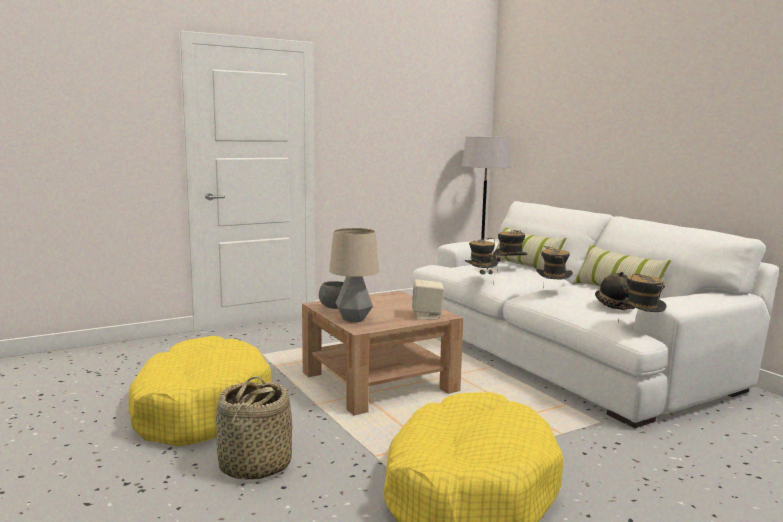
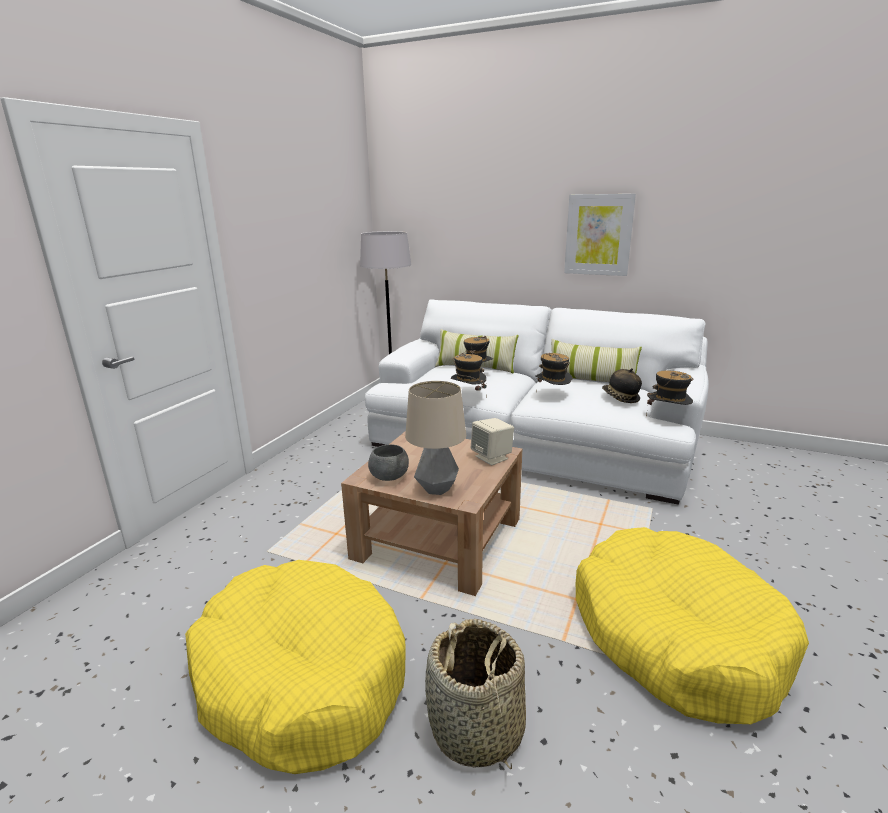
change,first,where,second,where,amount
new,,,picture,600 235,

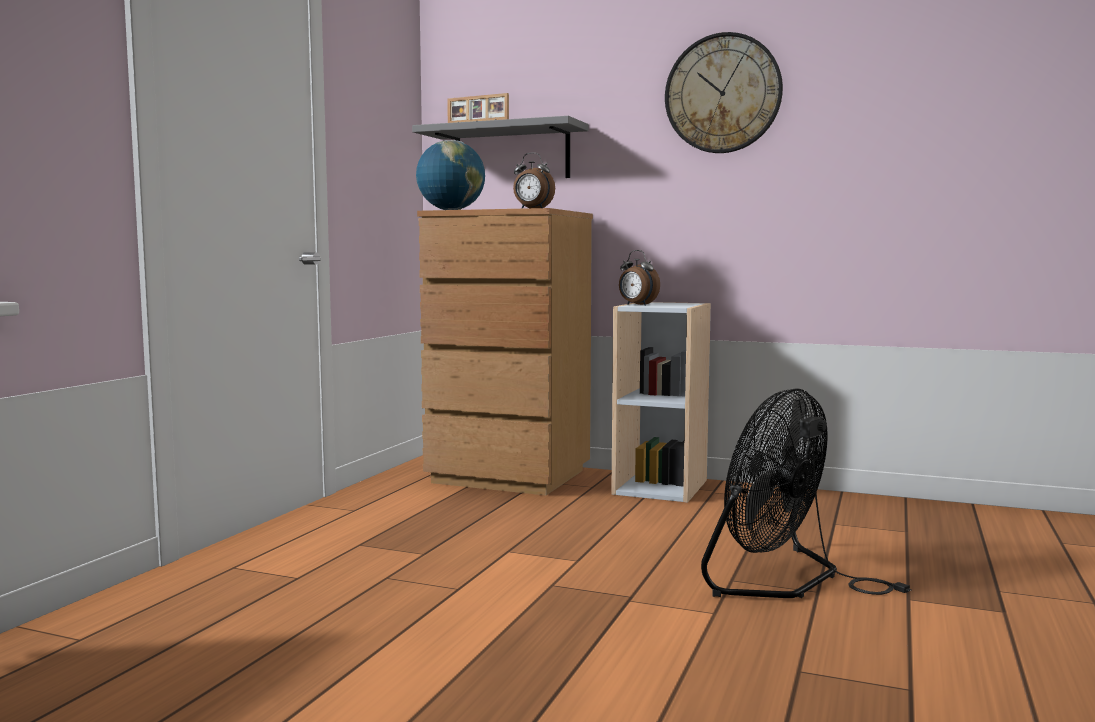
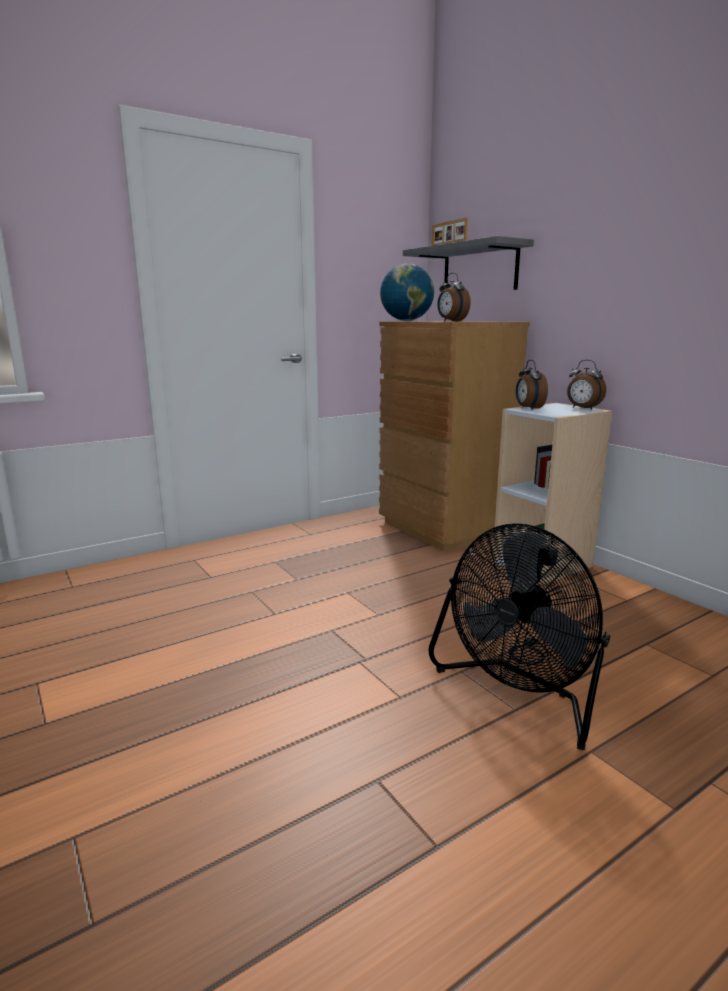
change,first,where,second,where,amount
gone,wall clock,724 92,,,
new,,,table clock,586 385,
rotated,blackish cooling fan,806 493,,519 636,120 degrees counterclockwise

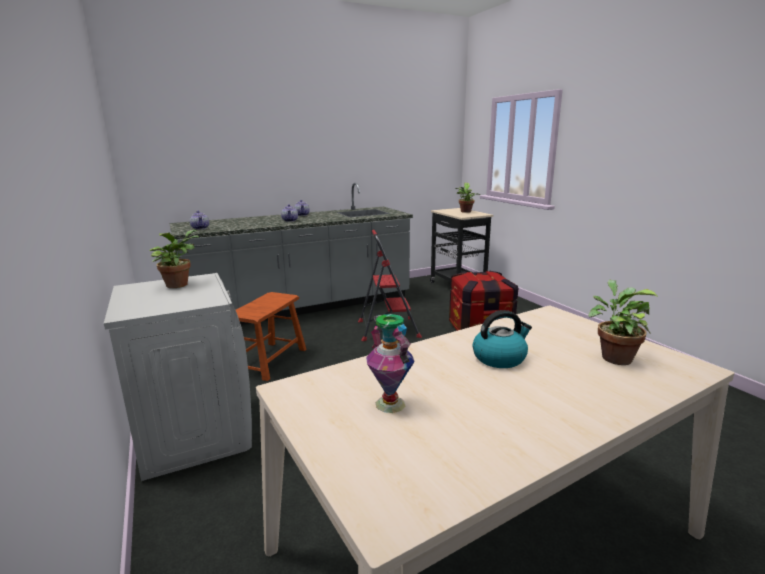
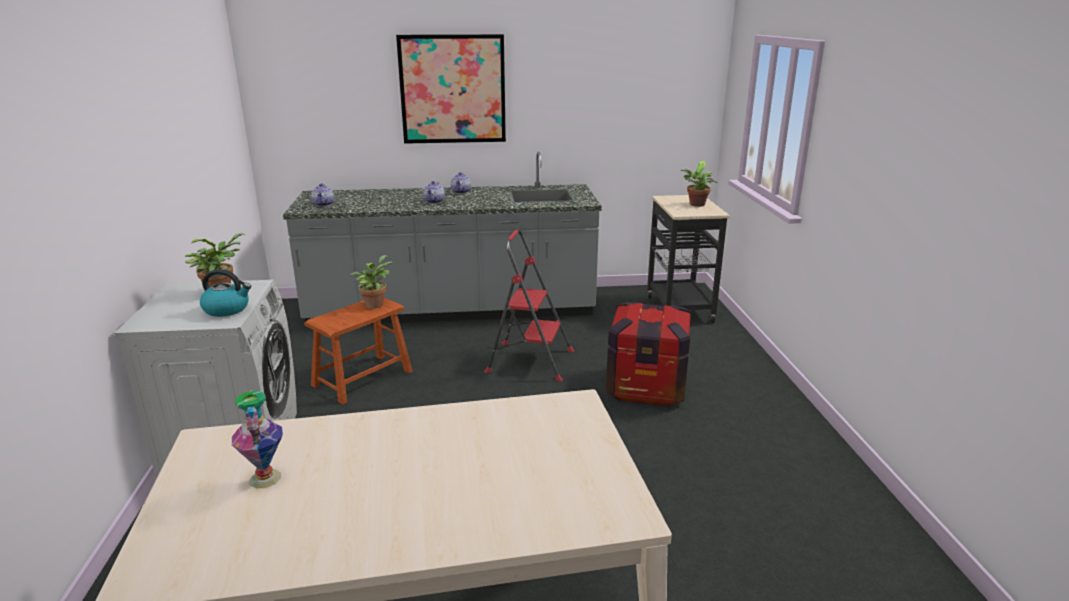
change,first,where,second,where,amount
new,,,picture,451 89,
shifted,water kettle,502 339,,225 293,
shifted,plant in a pot,623 322,,371 281,

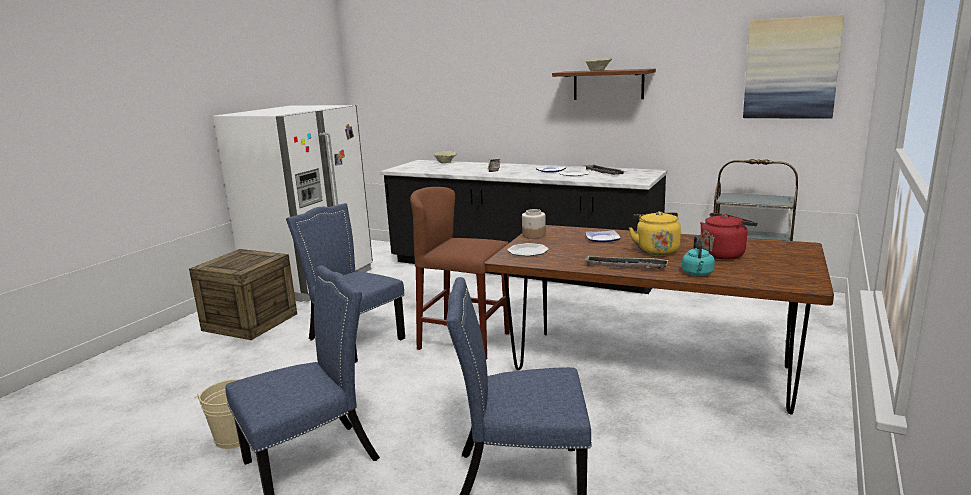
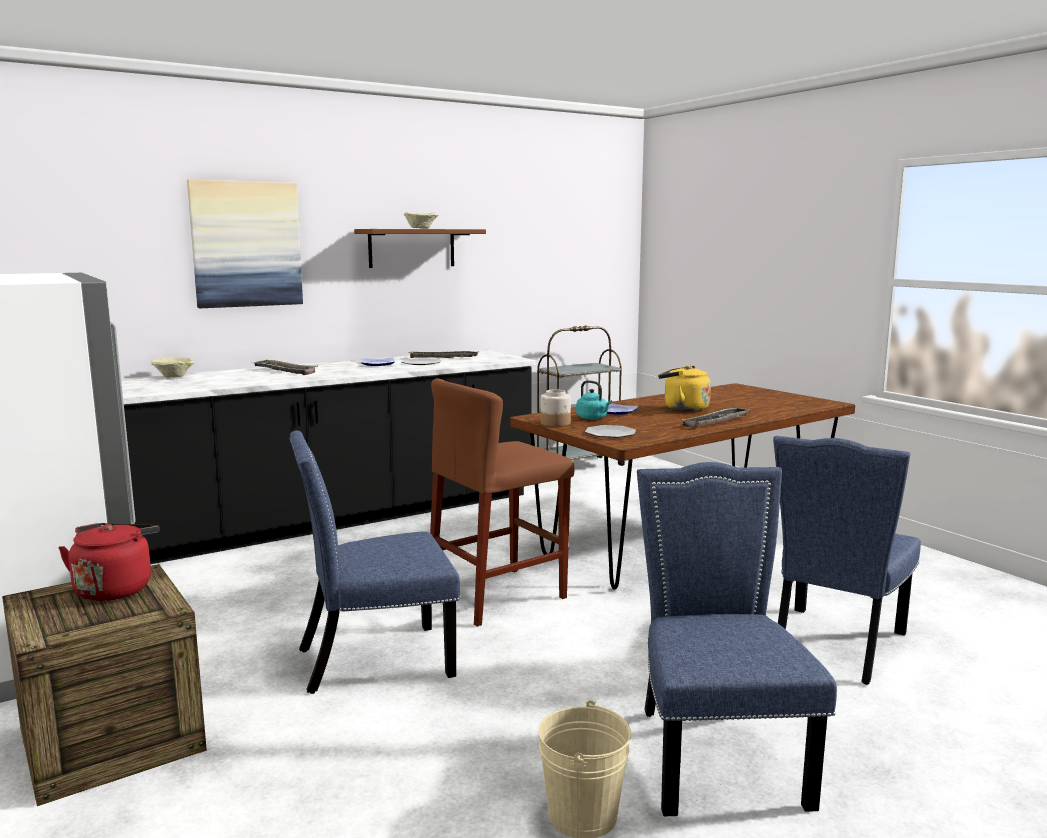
change,first,where,second,where,amount
shifted,turquoise-coloured water kettle,698 256,,594 400,
shifted,red-coloured water kettle,728 236,,108 562,
shifted,picture,793 67,,245 243,

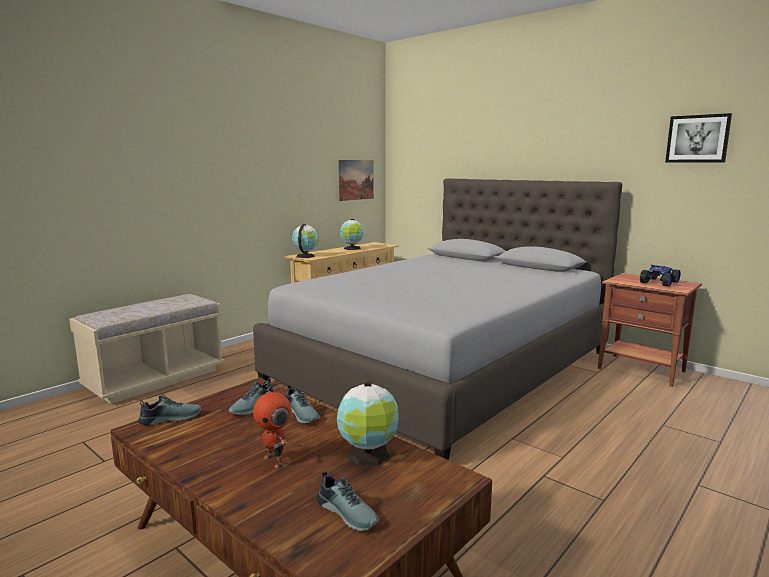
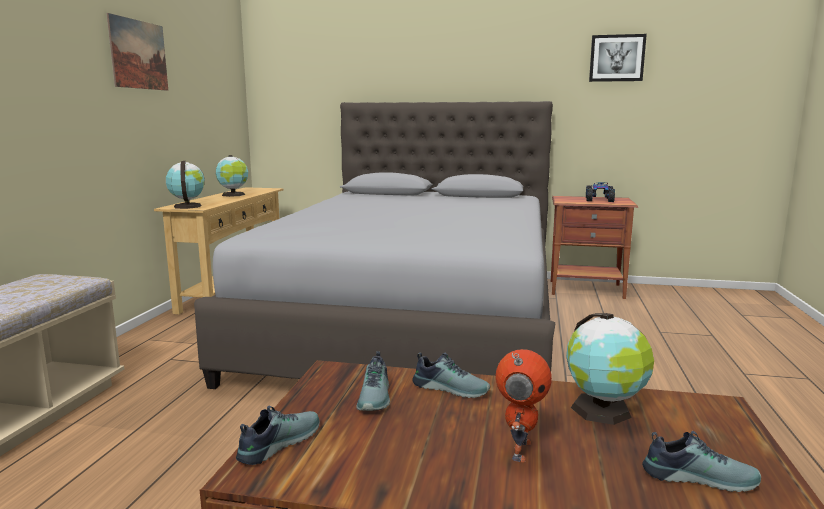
change,first,where,second,where,amount
shifted,picture,356 180,,137 52,
rotated,model robot,272 424,,524 405,90 degrees counterclockwise

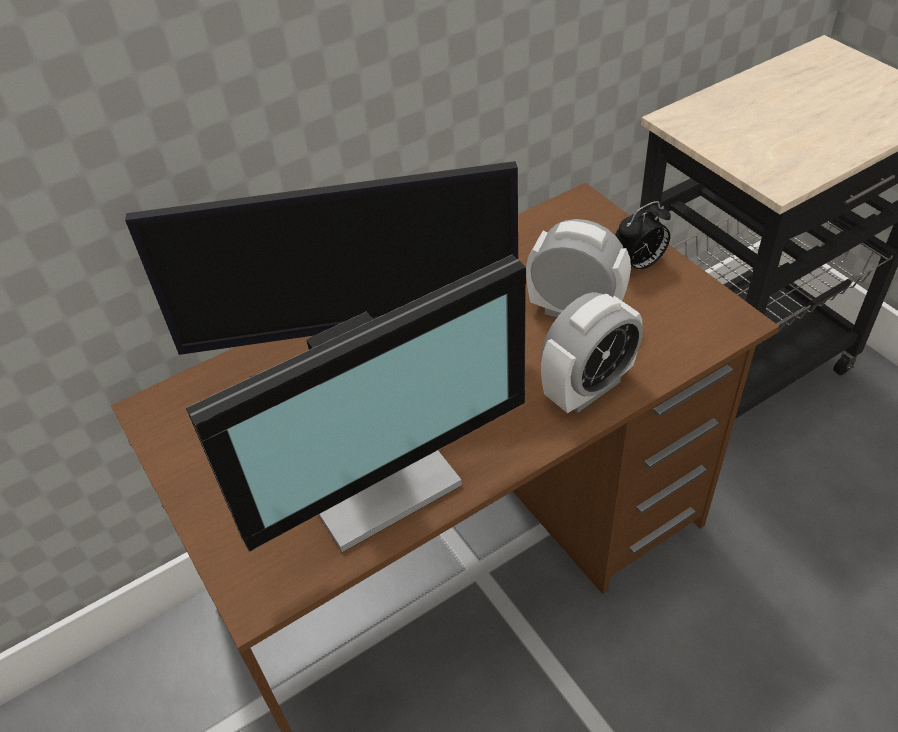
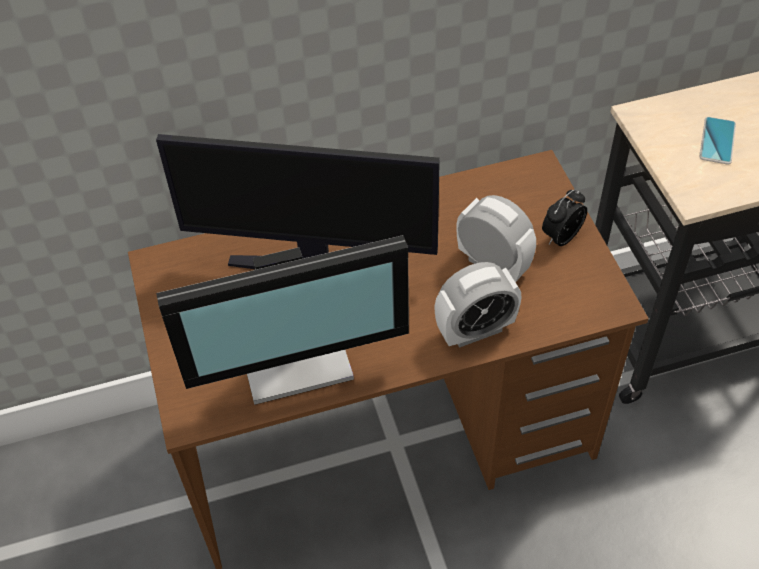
change,first,where,second,where,amount
new,,,telephone,717 140,
rotated,table clock,643 235,,564 217,150 degrees clockwise

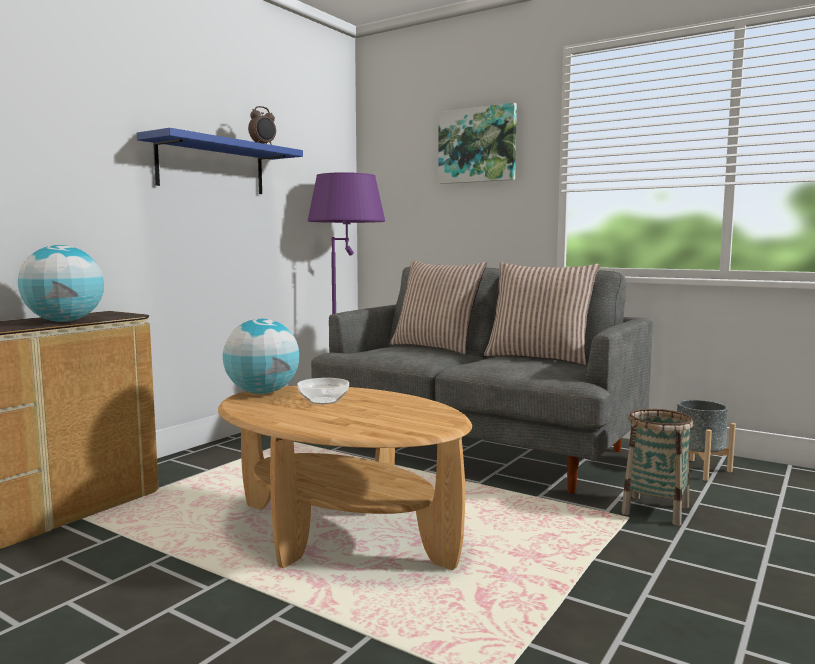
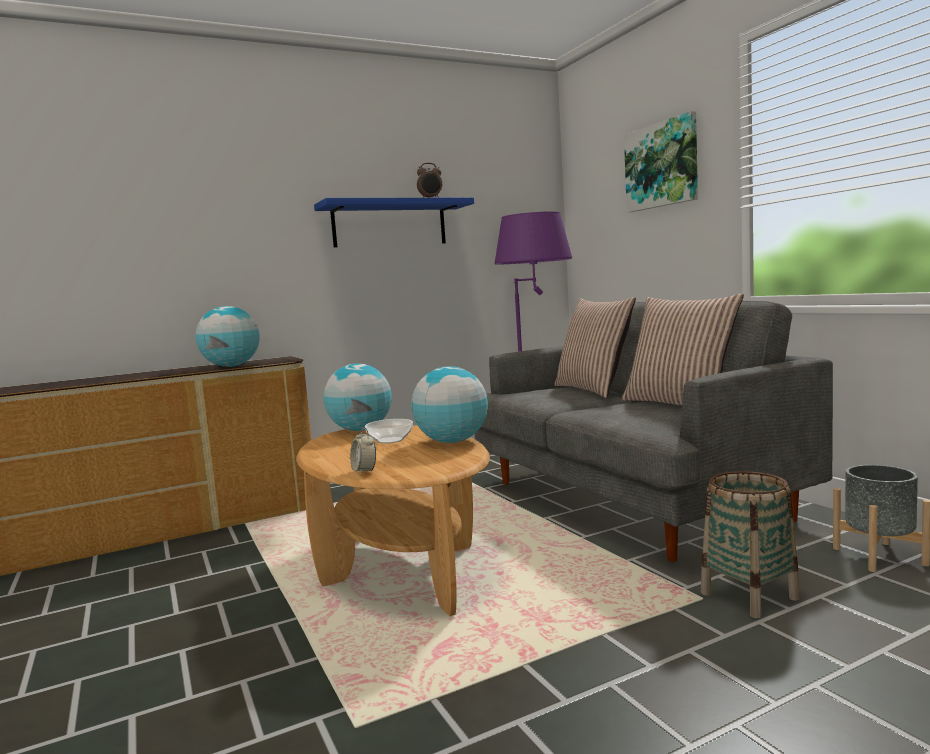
change,first,where,second,where,amount
new,,,table clock,363 451,
new,,,world globe,449 404,

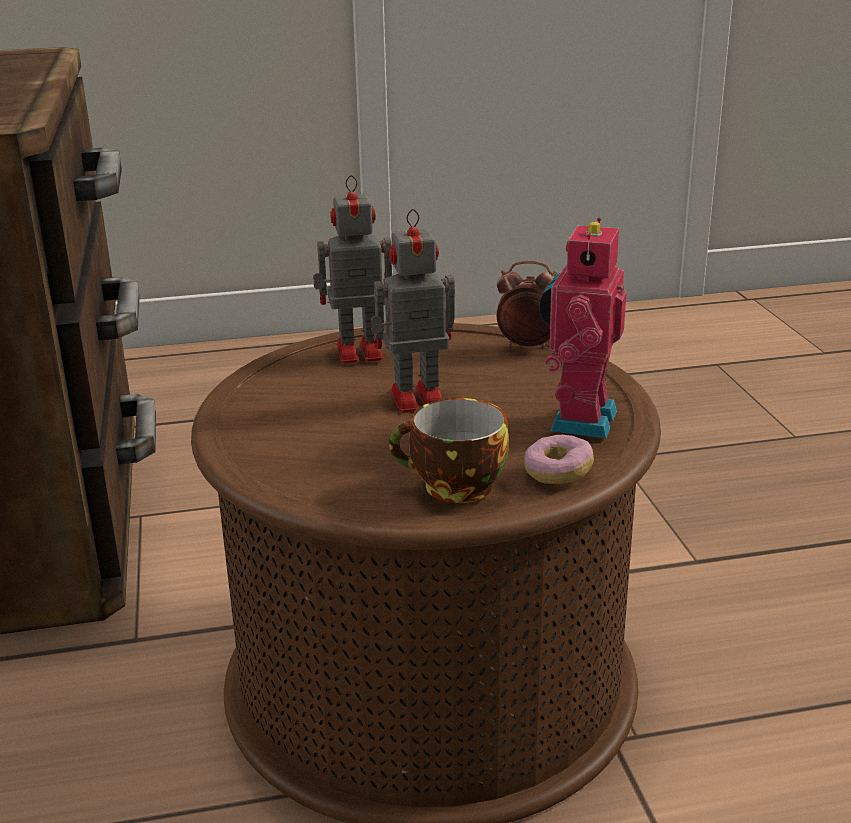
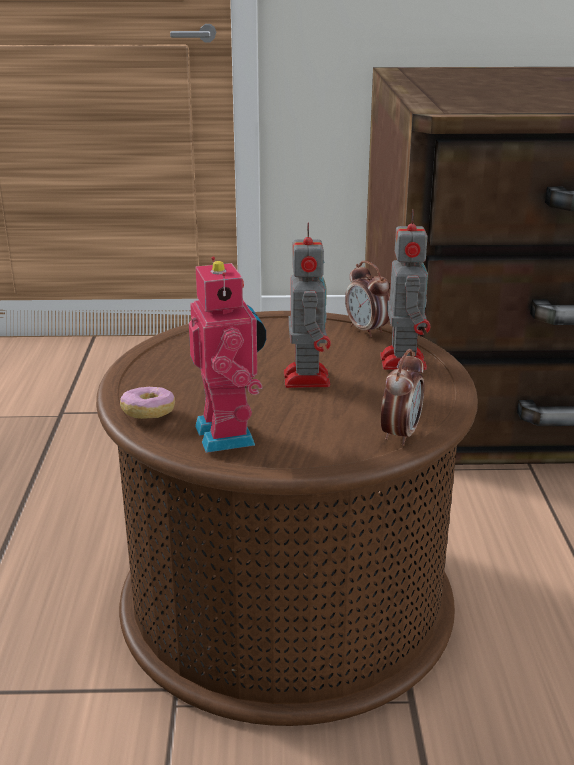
change,first,where,second,where,amount
gone,small cup,449 450,,,
new,,,table clock,367 299,
rotated,model robot,583 327,,227 355,45 degrees clockwise

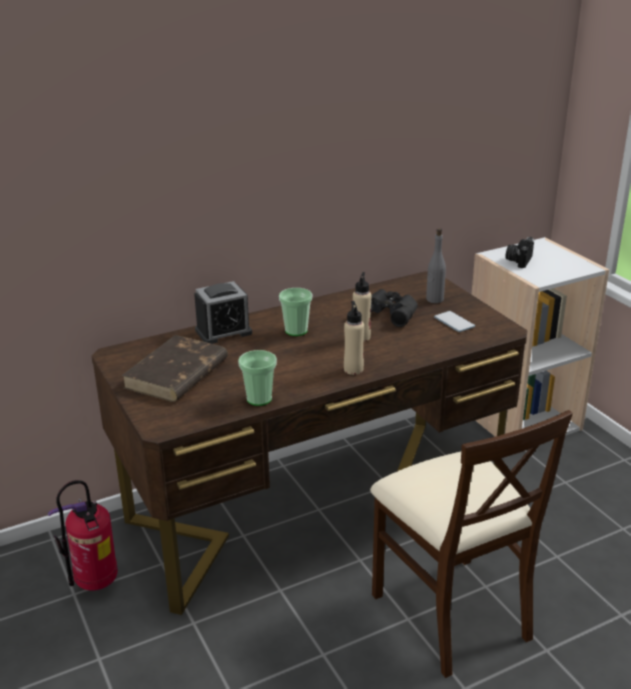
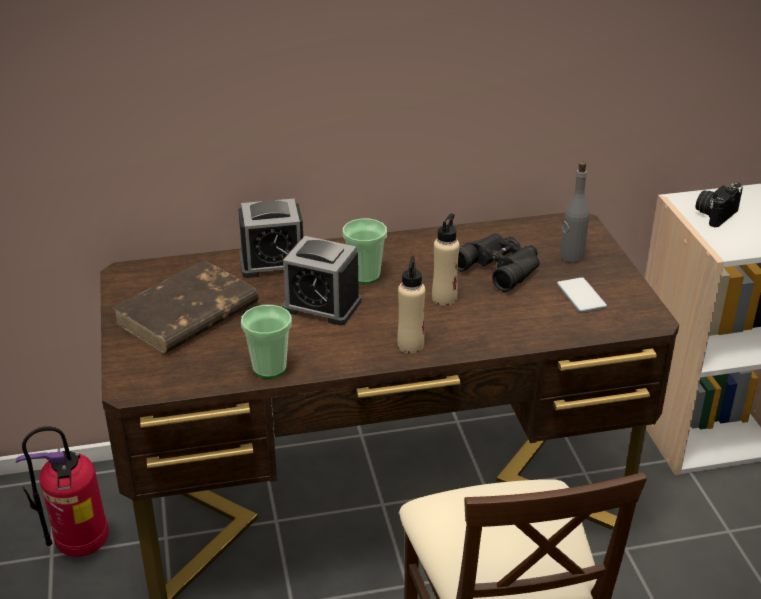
change,first,where,second,where,amount
new,,,table clock,322 281,

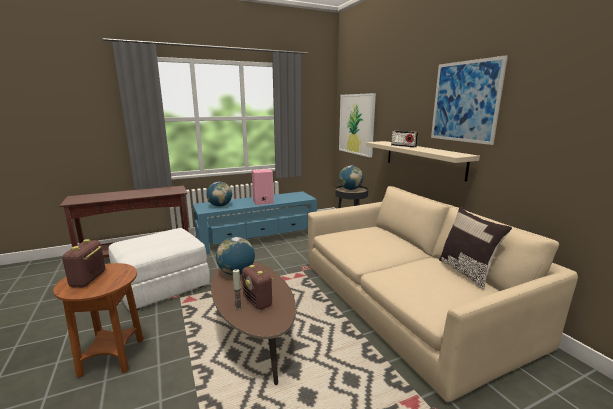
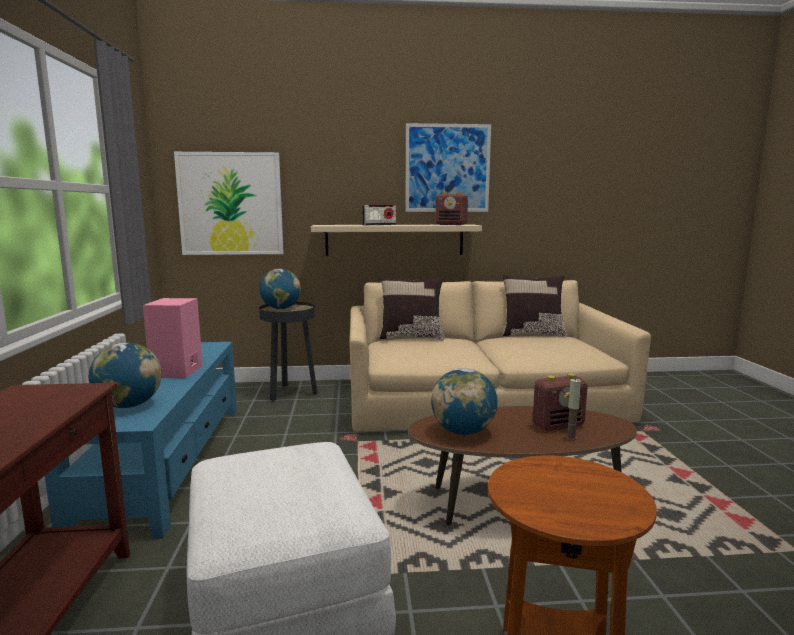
change,first,where,second,where,amount
new,,,pillow,412 308,
shifted,radio receiver,83 263,,451 208,

